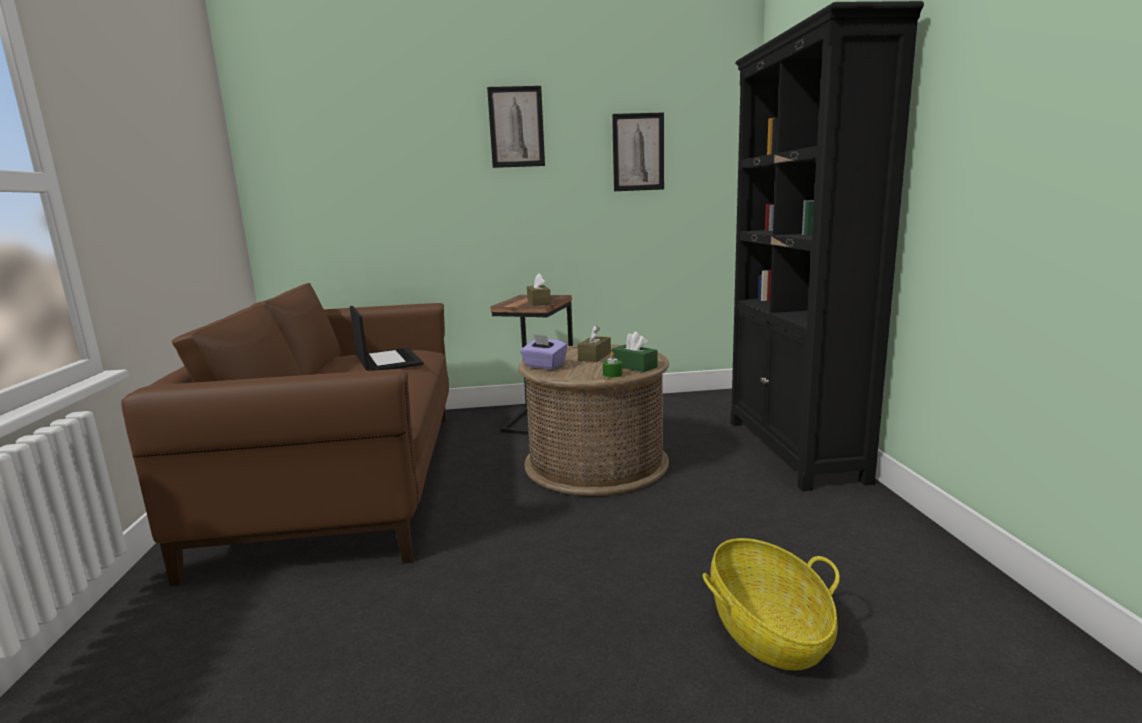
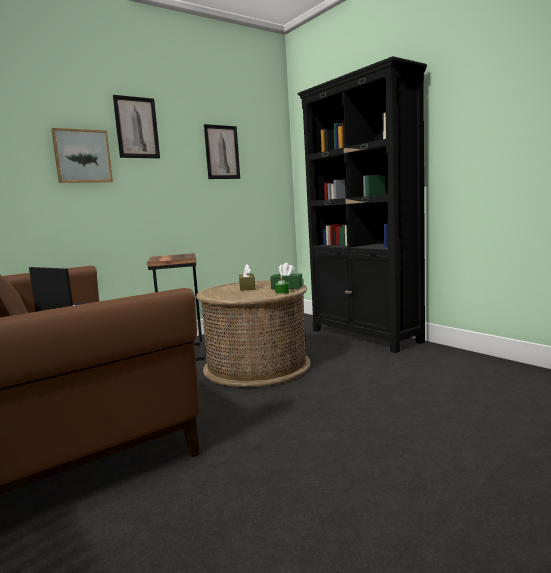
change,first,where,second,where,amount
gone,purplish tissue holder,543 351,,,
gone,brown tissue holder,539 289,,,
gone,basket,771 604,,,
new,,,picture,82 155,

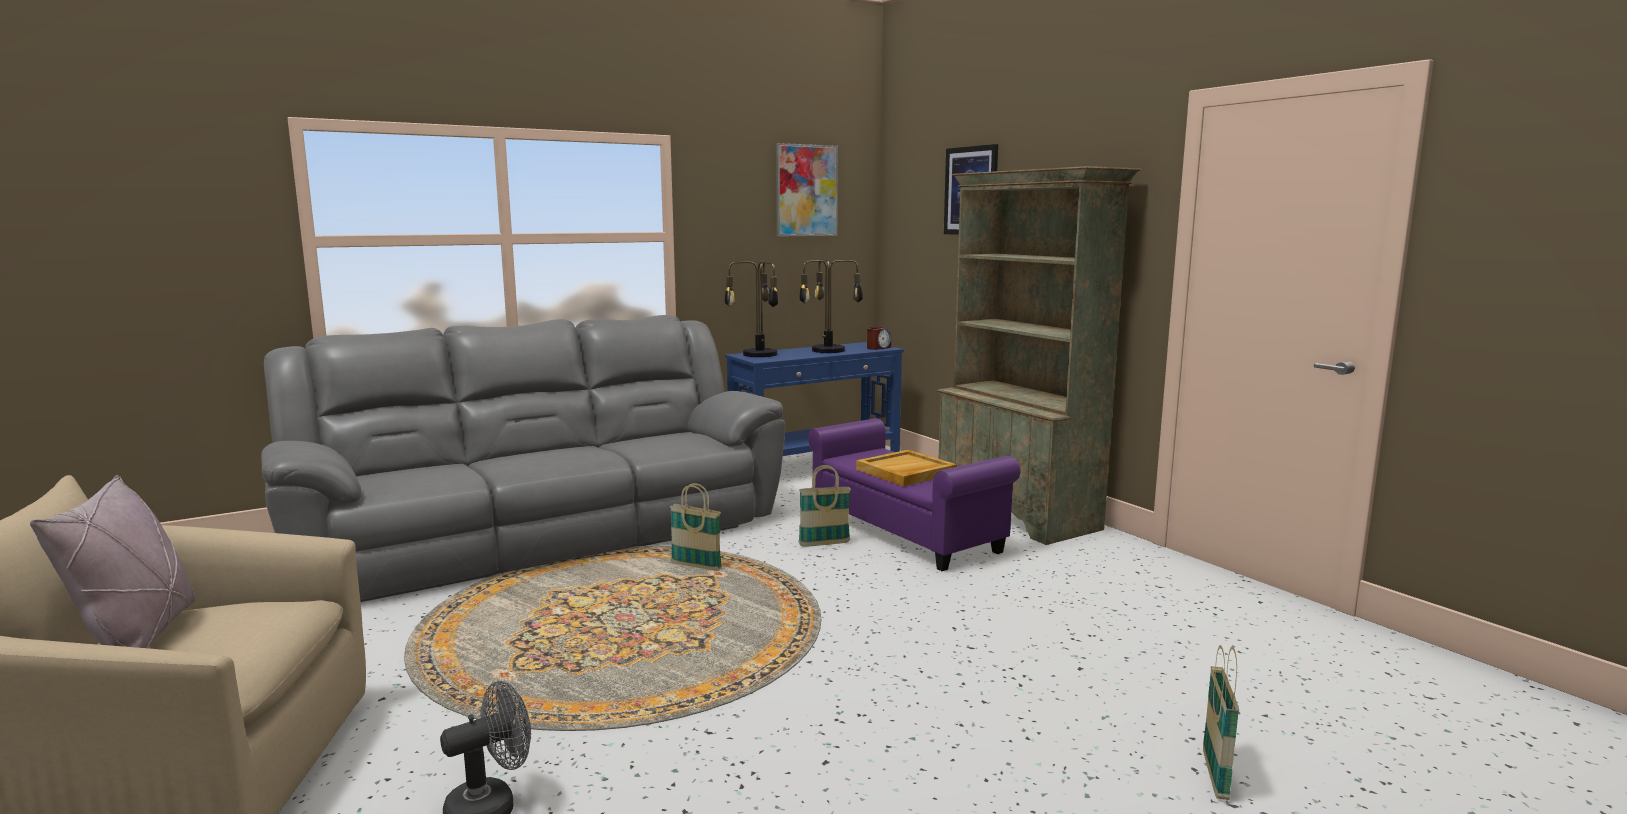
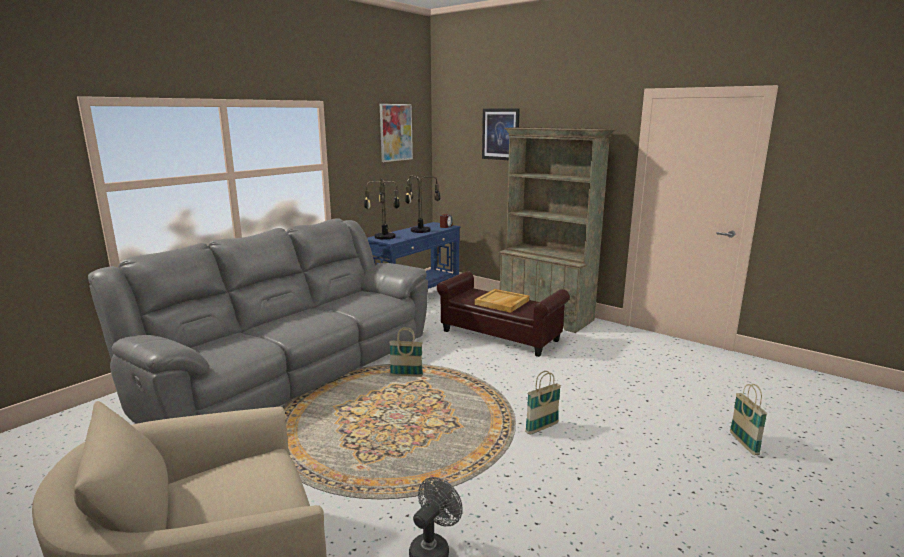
change,first,where,second,where,amount
gone,purplish pillow,112 561,,,
shifted,basket,824 506,,543 403,
repainted,purplish footrest,914 494,brown footrest,503 314,

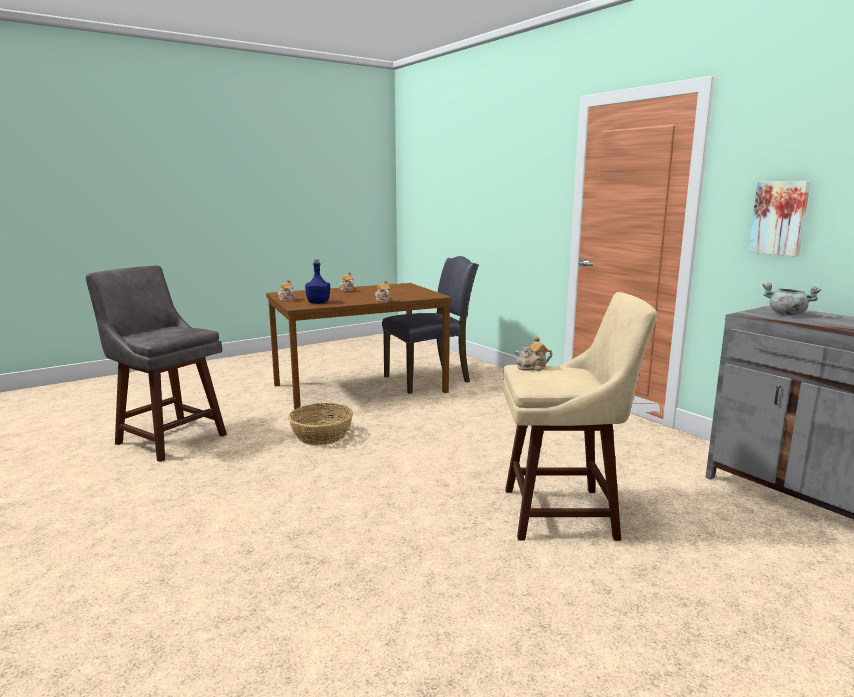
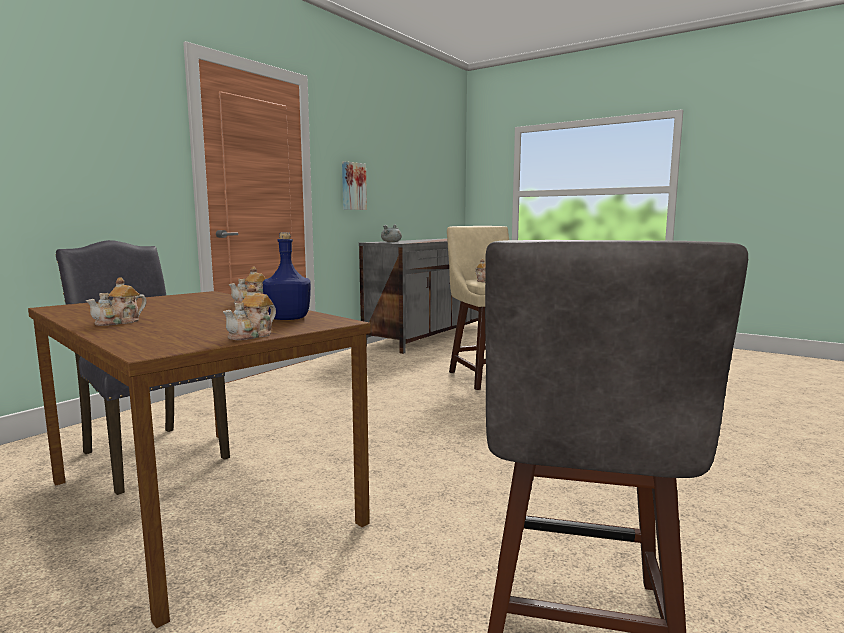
change,first,where,second,where,amount
gone,basket,320 424,,,

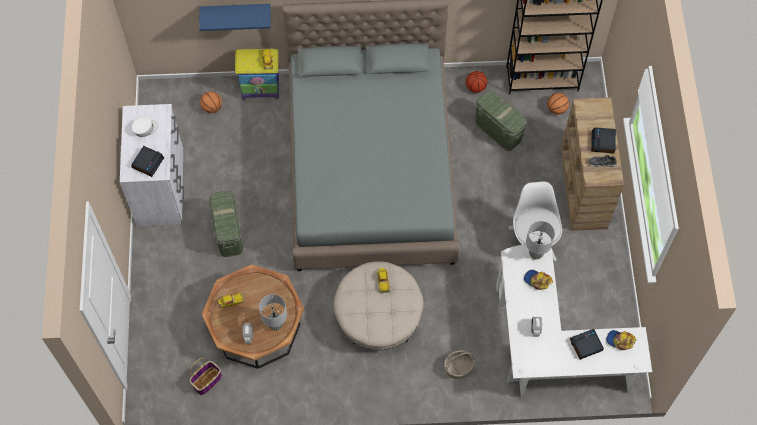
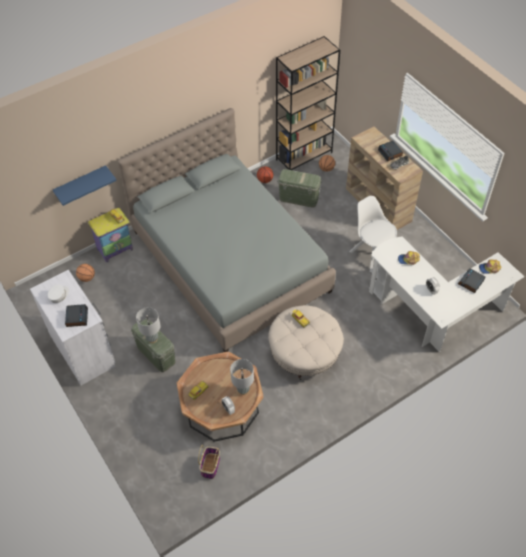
change,first,where,second,where,amount
gone,basket,459 364,,,
shifted,gray table lamp,540 240,,148 325,

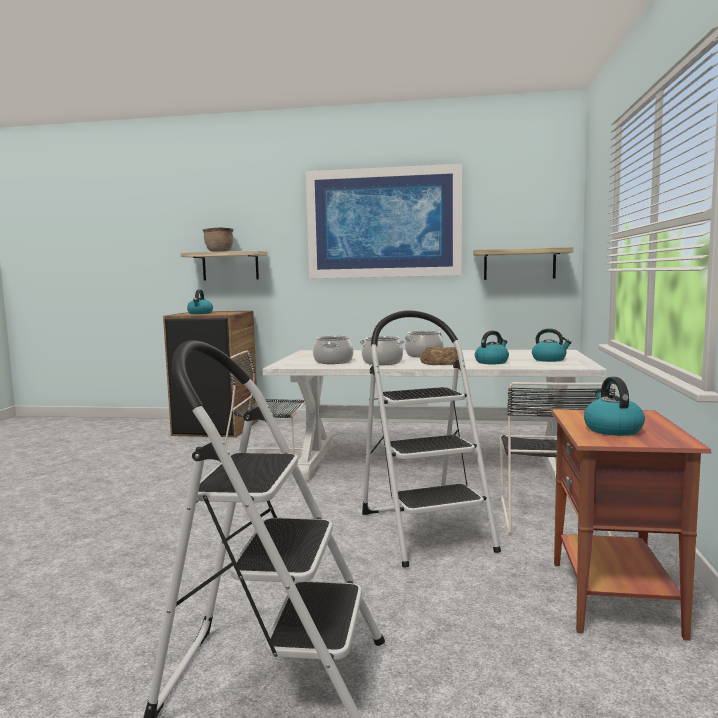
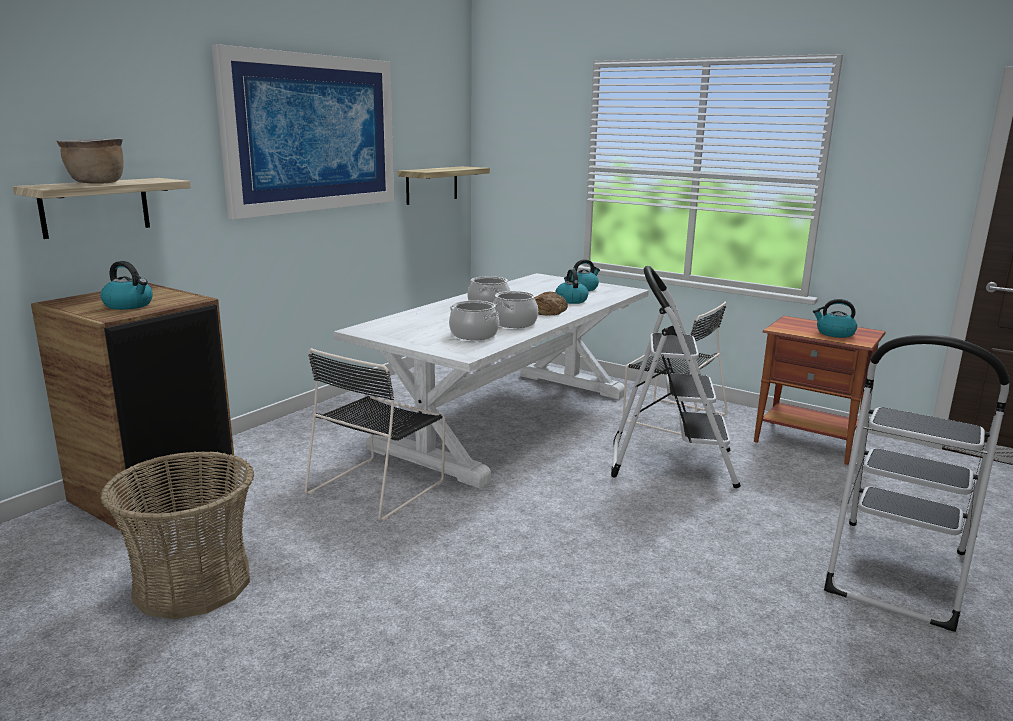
change,first,where,second,where,amount
new,,,basket,177 535,

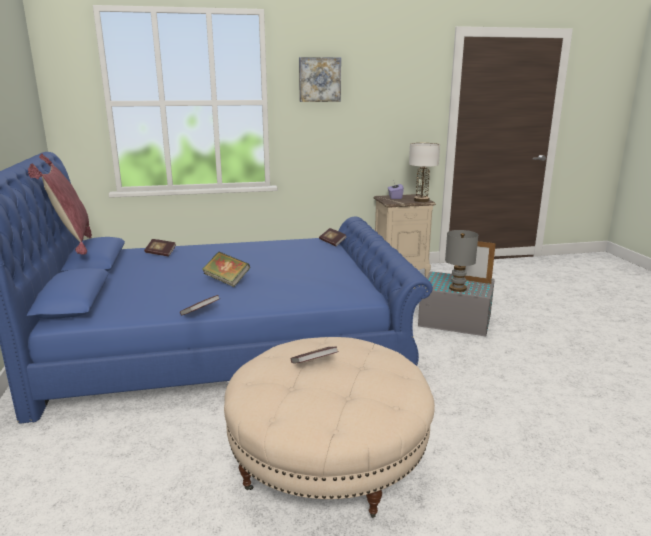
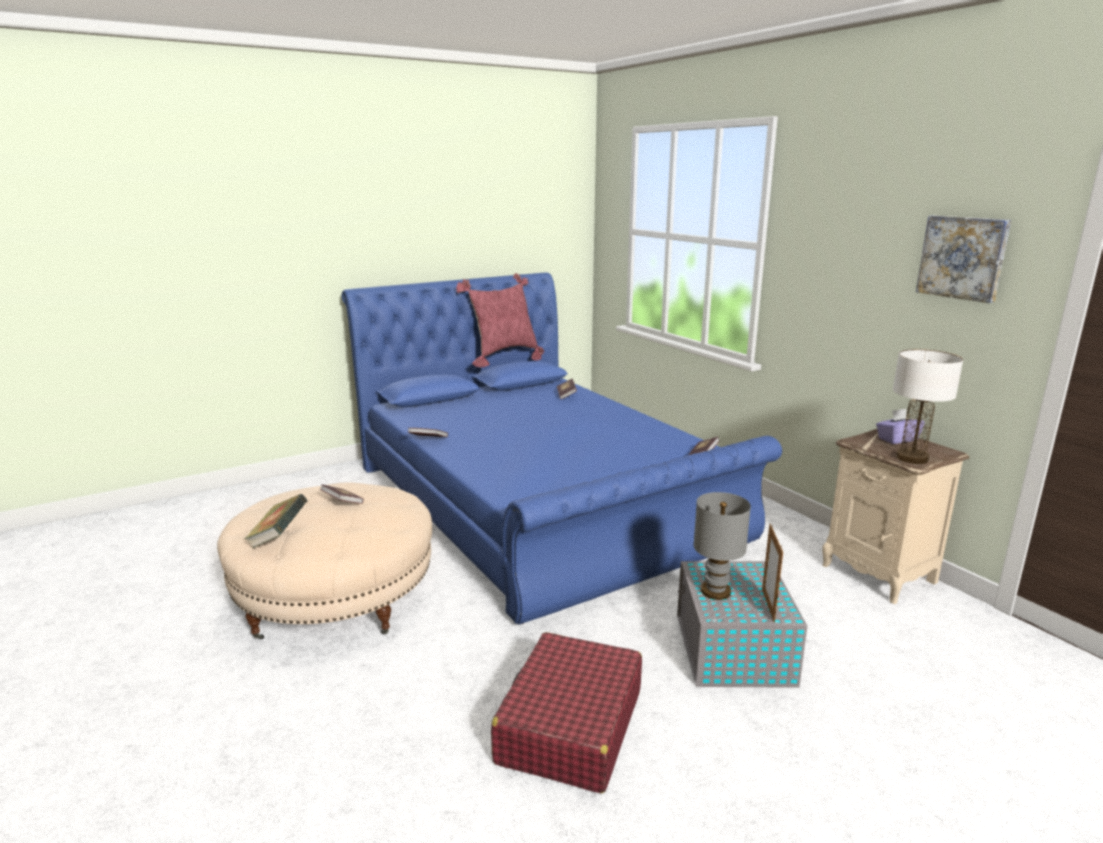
change,first,where,second,where,amount
new,,,red-coloured suitcase,566 712,
shifted,bound book,226 269,,275 521,
shifted,picture,320 79,,963 259,

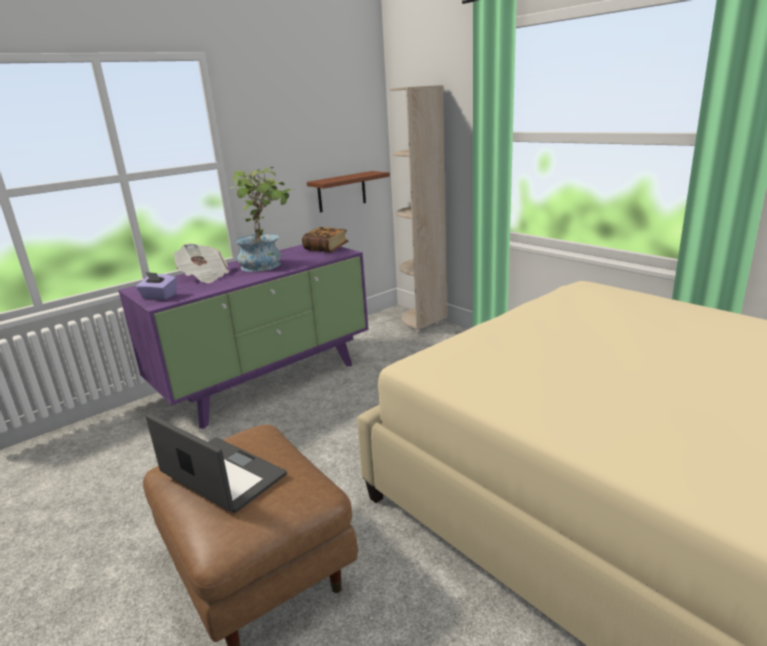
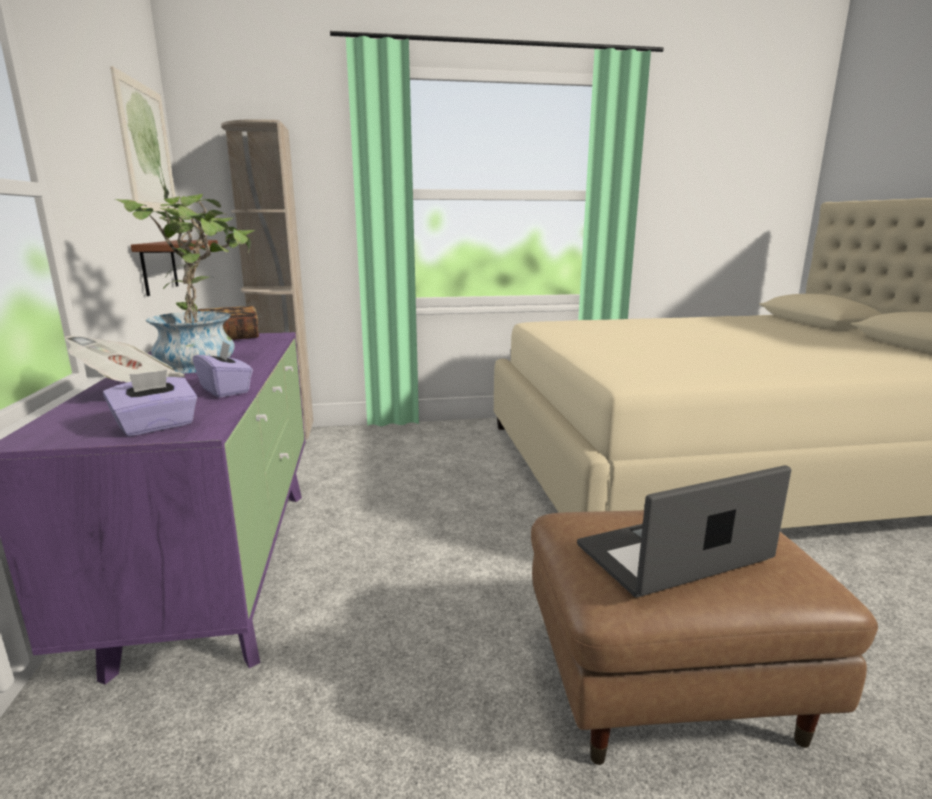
change,first,where,second,where,amount
new,,,picture,143 139,
new,,,purplish tissue holder,223 369,

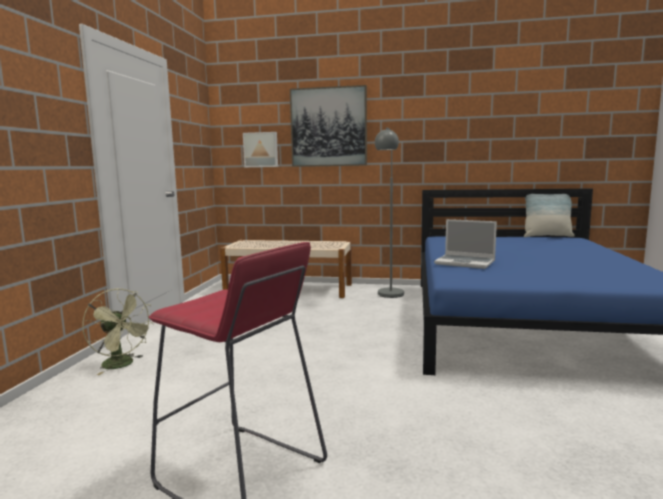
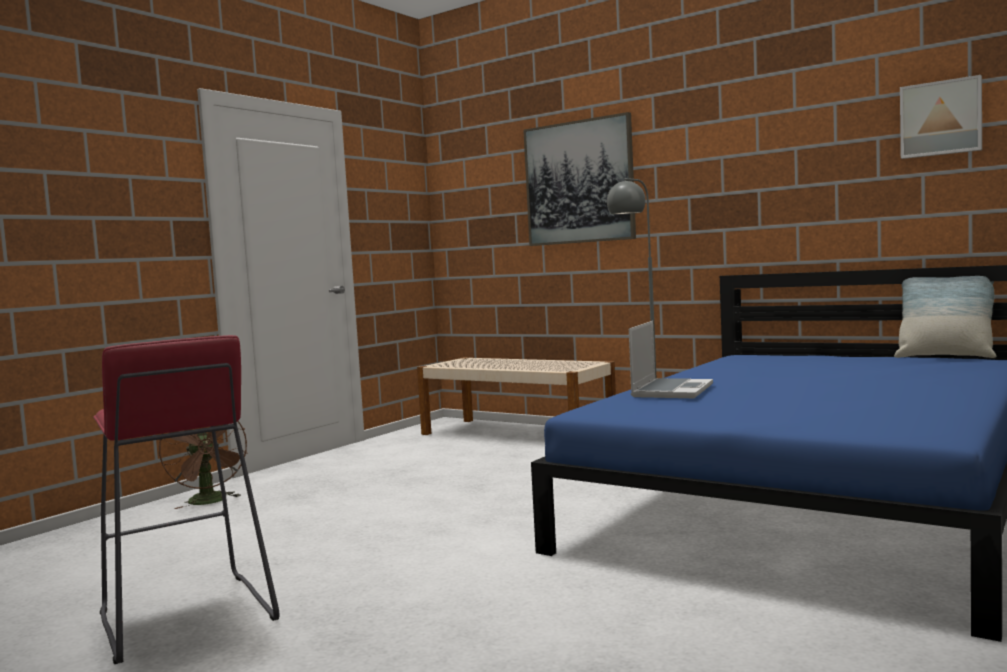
change,first,where,second,where,amount
shifted,picture,260 149,,941 117,
repainted,green cooling fan,117 332,brown cooling fan,203 465,
rotated,notebook computer,465 244,,671 359,120 degrees counterclockwise

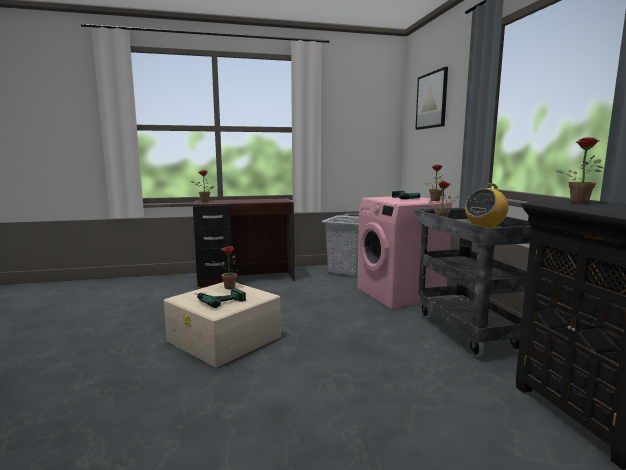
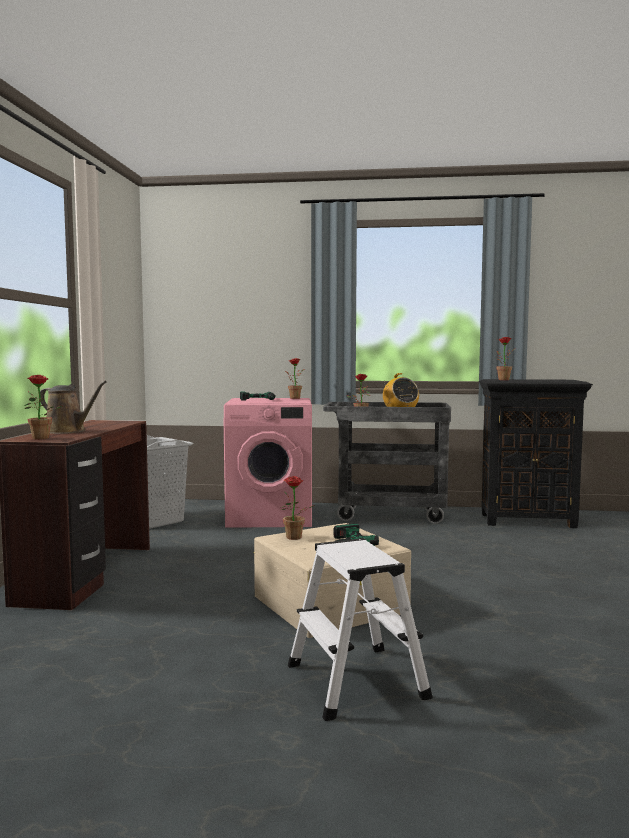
change,first,where,second,where,amount
gone,picture,431 98,,,
new,,,brown sprinkling can,73 407,
new,,,white stepladder,360 629,

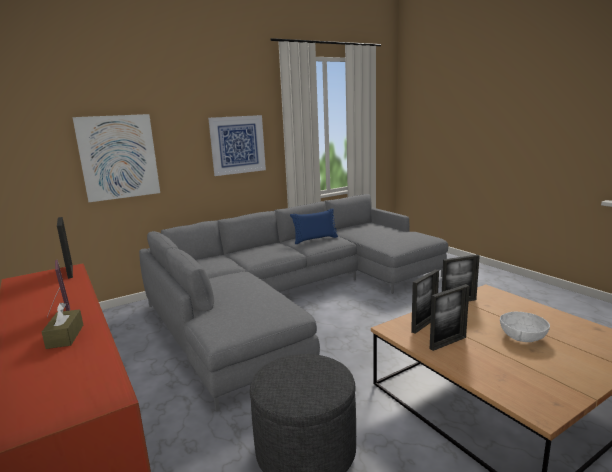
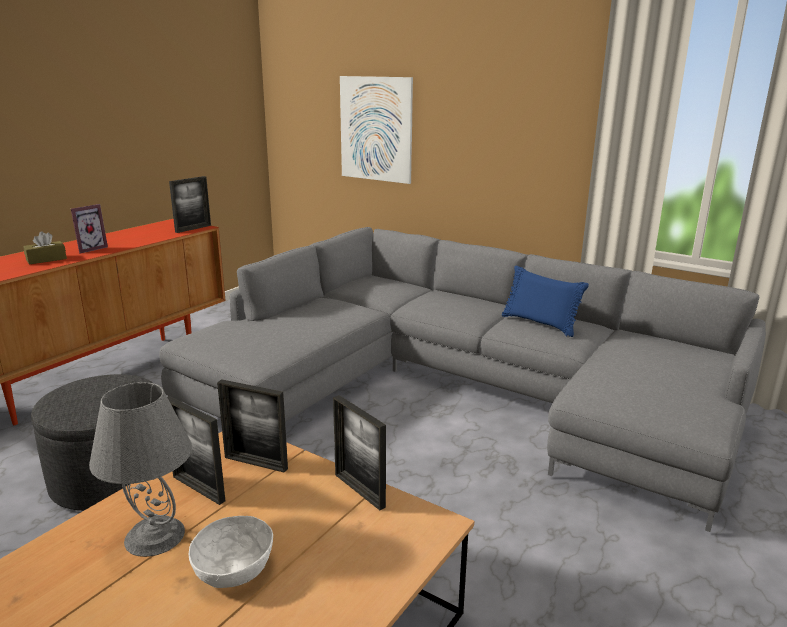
change,first,where,second,where,amount
gone,picture,237 145,,,
new,,,gray table lamp,140 469,

